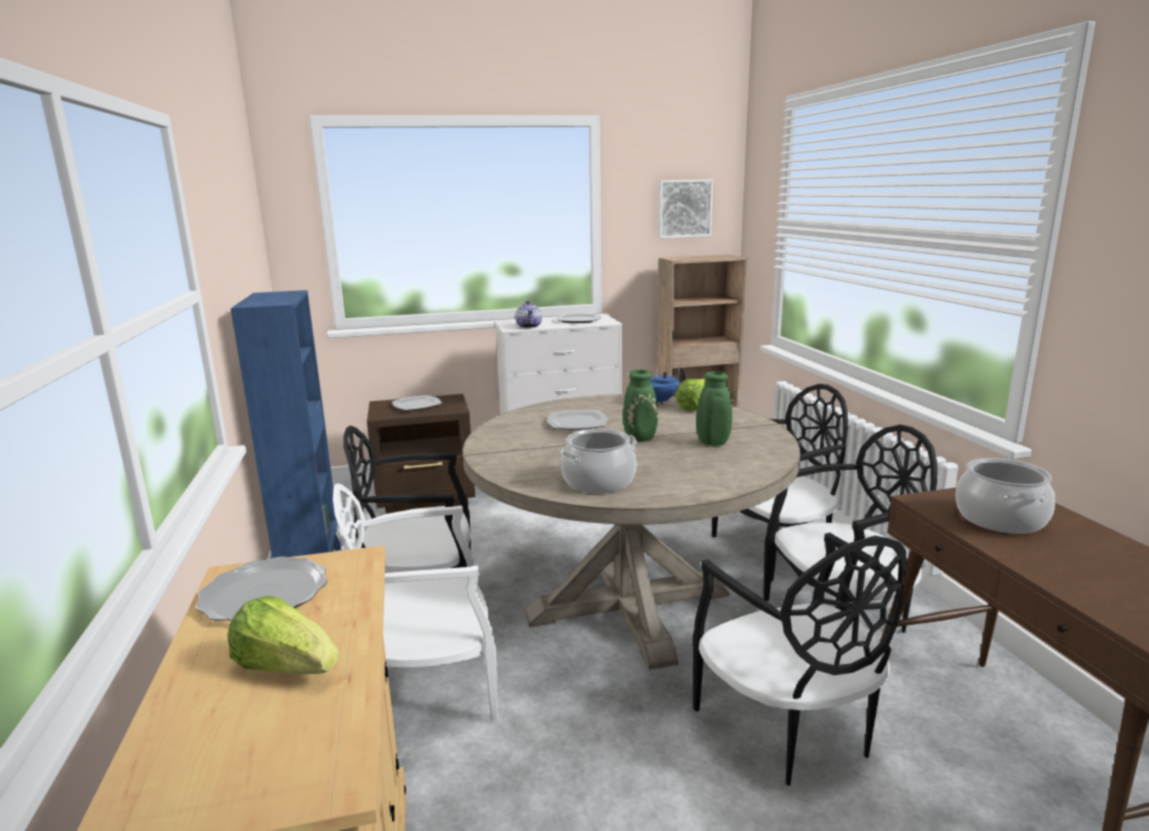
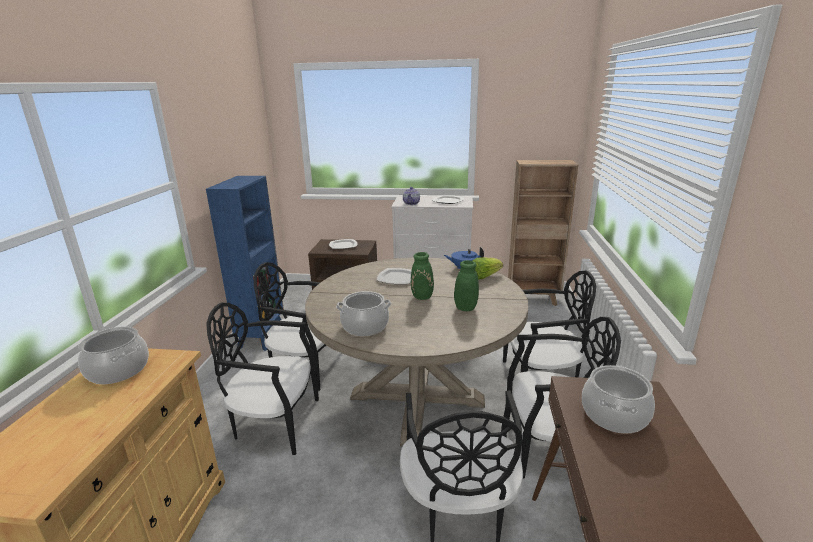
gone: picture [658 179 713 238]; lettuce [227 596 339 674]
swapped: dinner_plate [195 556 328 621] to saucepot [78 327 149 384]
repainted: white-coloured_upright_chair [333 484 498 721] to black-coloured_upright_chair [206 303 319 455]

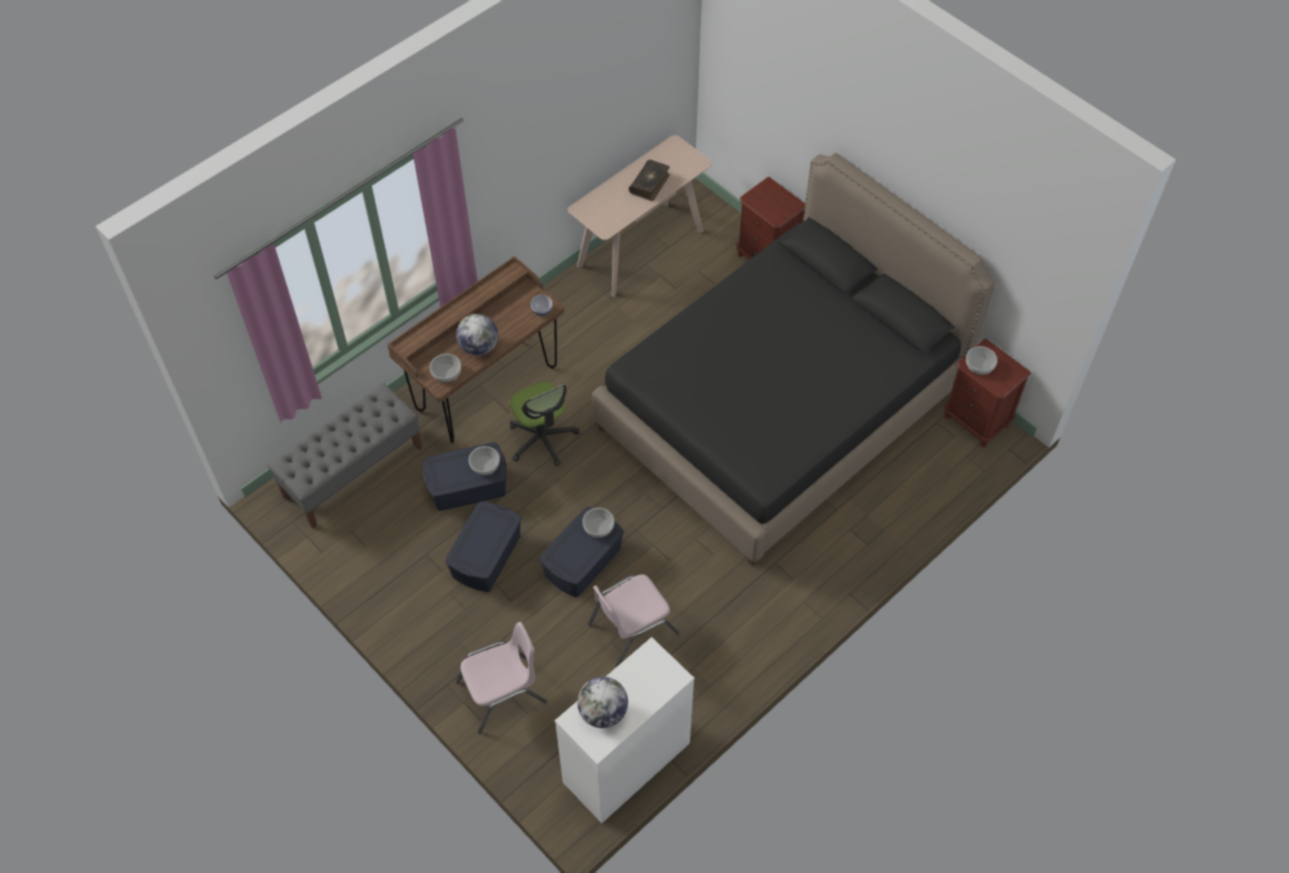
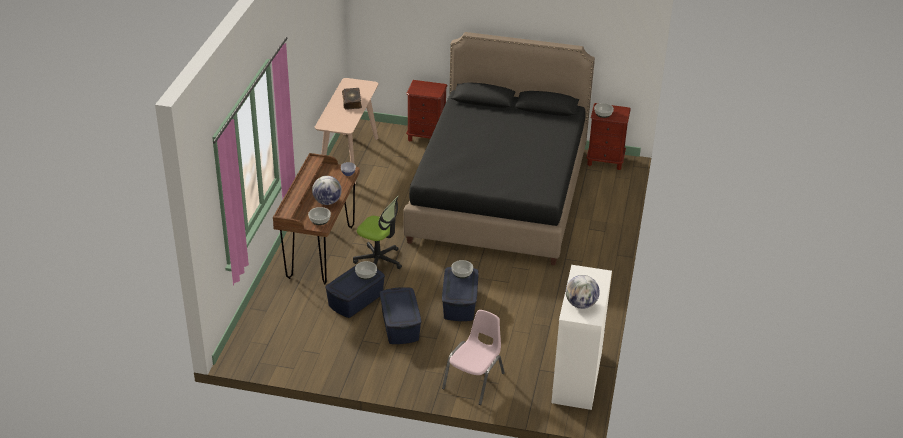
gone: gray_long_seat [267 383 422 529]; pink_upright_chair [588 574 679 667]

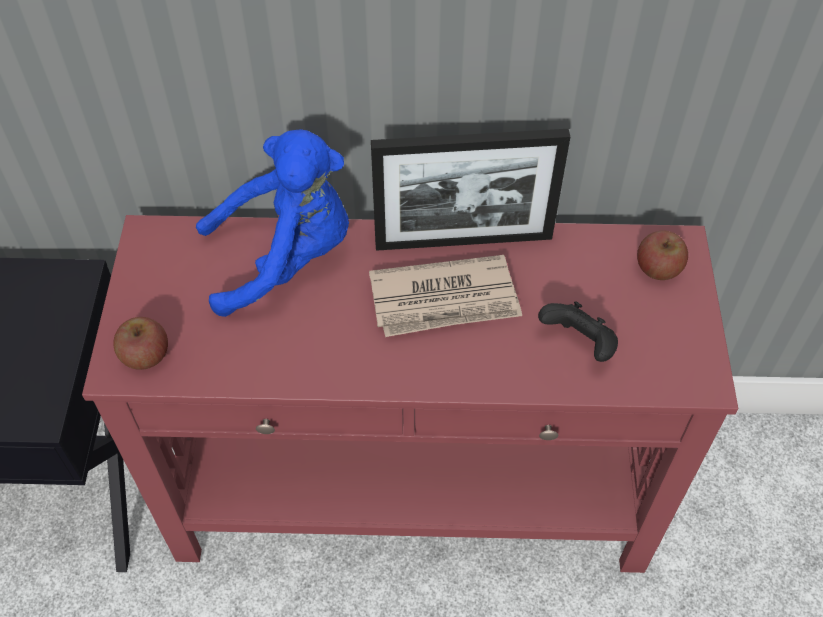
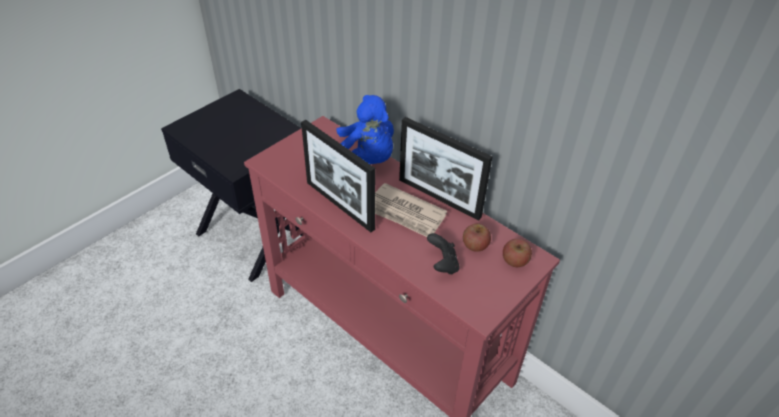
new: standing_frame [301 120 375 232]
shifted: apple [113 317 168 370] to [463 224 491 252]

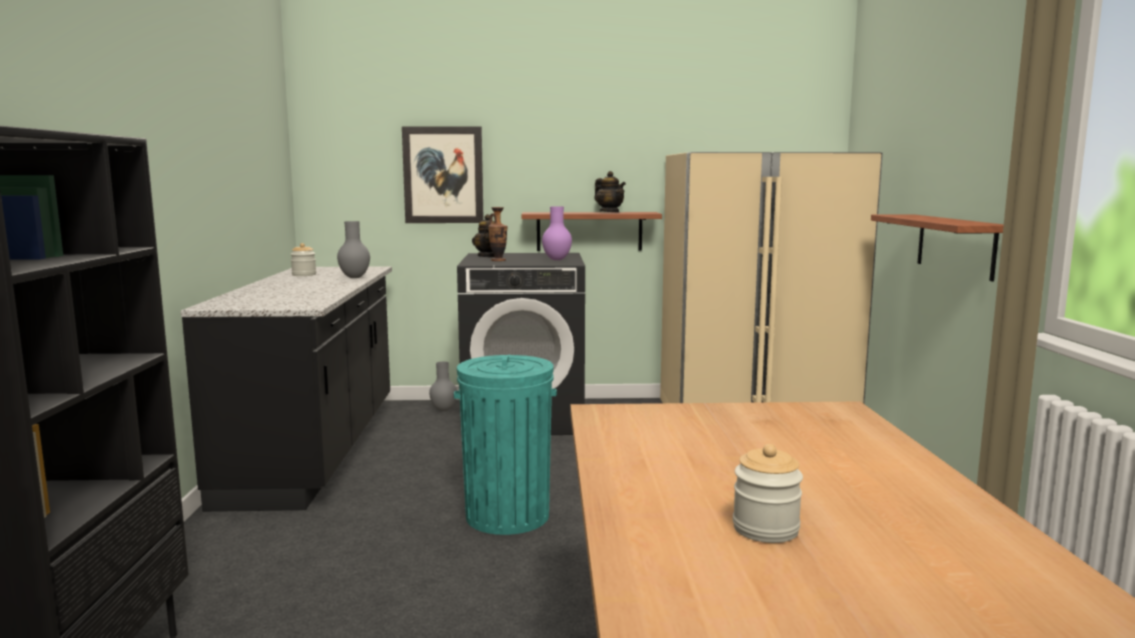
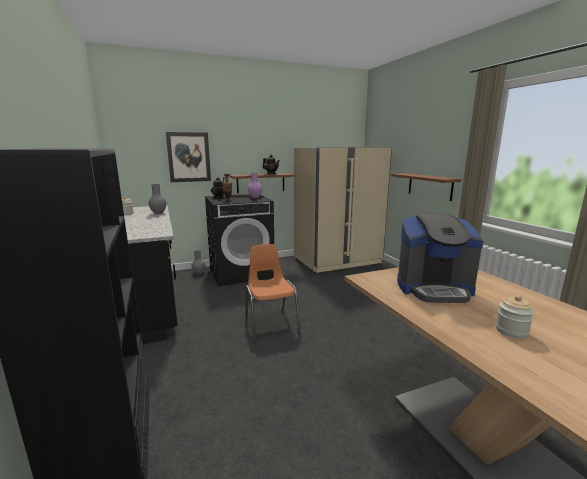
new: coffee_machine [397 213 483 303]
swapped: turquoise-coloured_rubbish_bin [454 355 557 535] to orange_upright_chair [245 244 301 342]

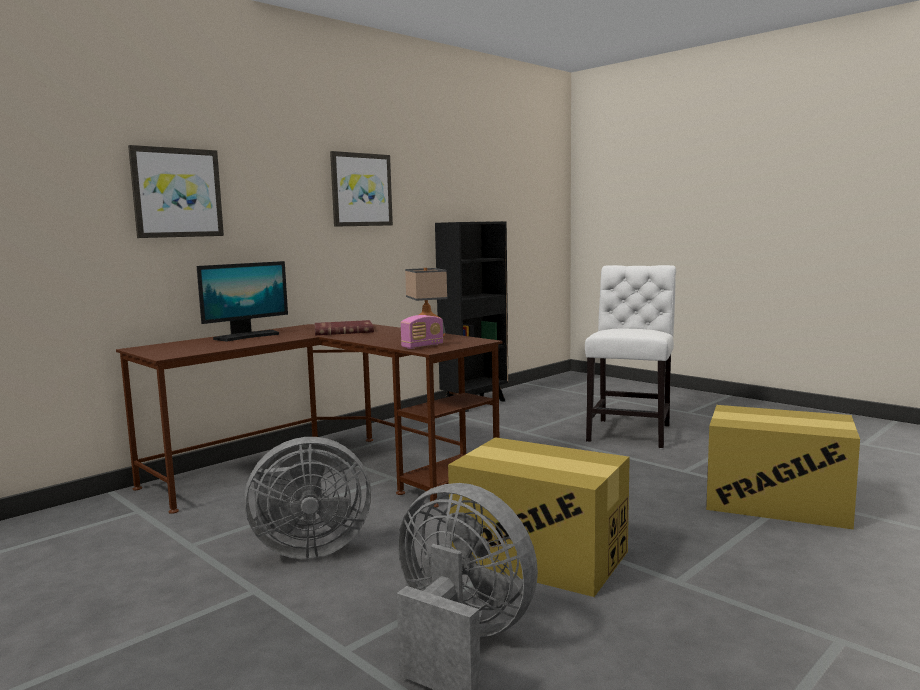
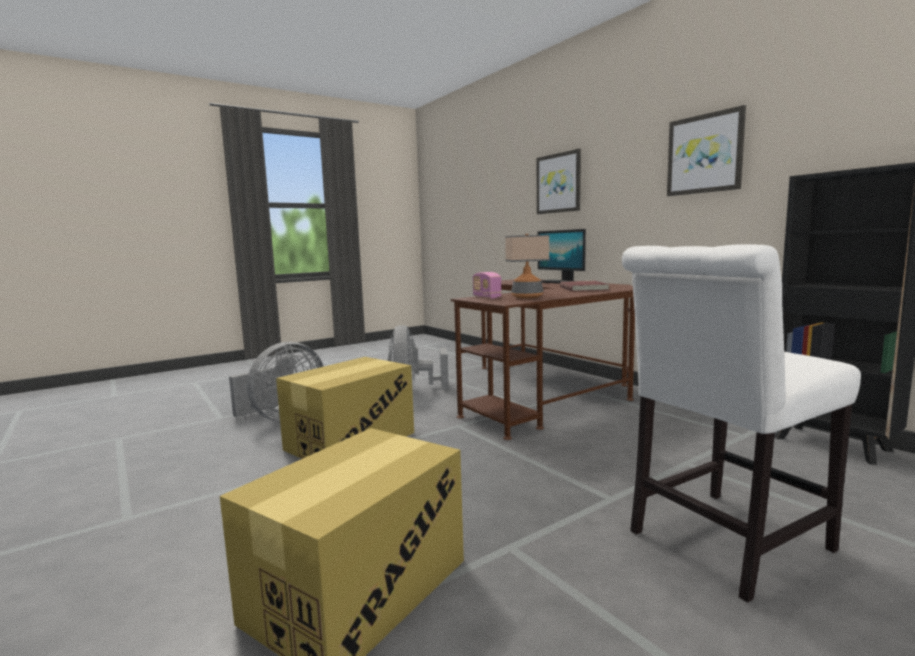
rotated: white-coloured_upright_chair [585 265 676 448] = [622 244 861 603] 120 degrees clockwise

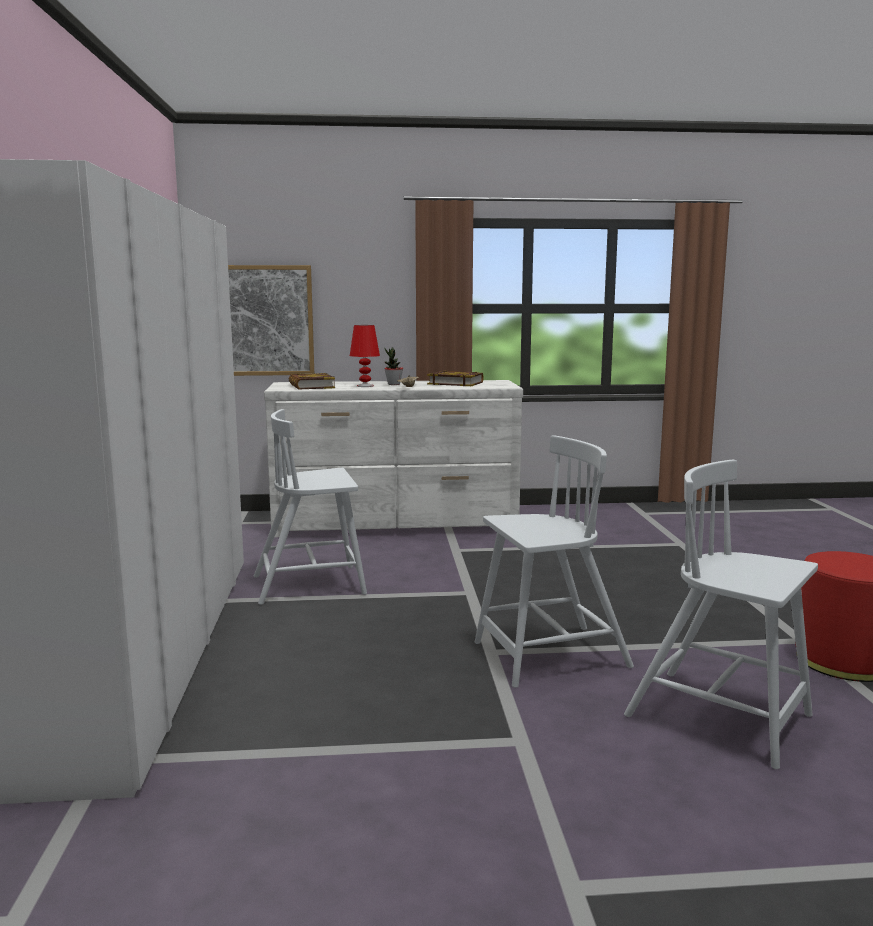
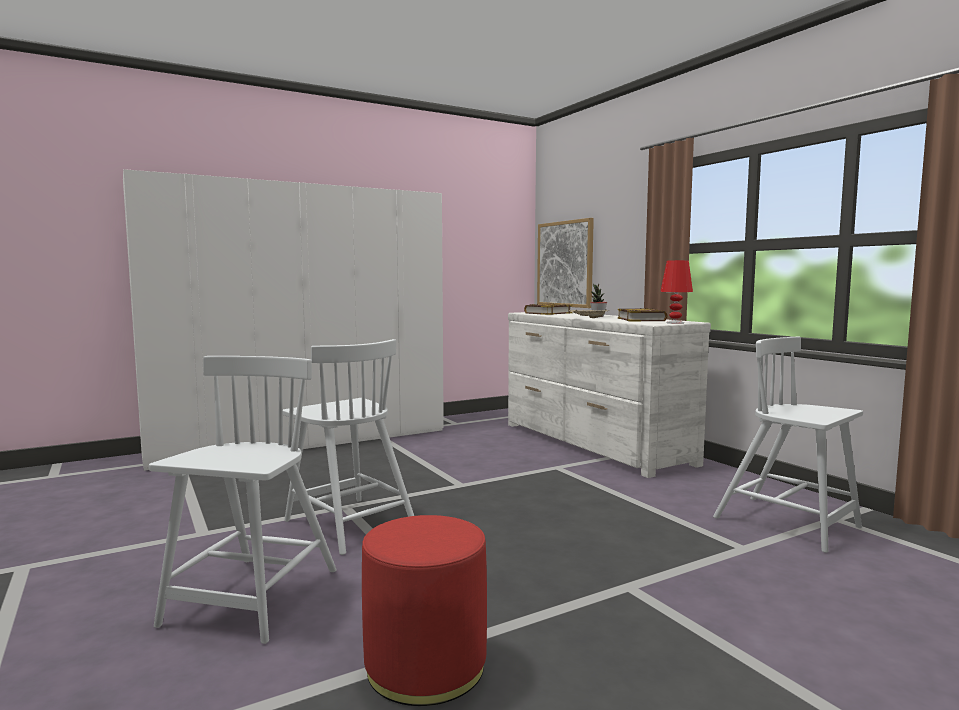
shifted: red-coloured_table_lamp [350 325 380 387] to [660 260 693 324]; white-coloured_upright_chair [253 409 367 605] to [713 337 863 553]

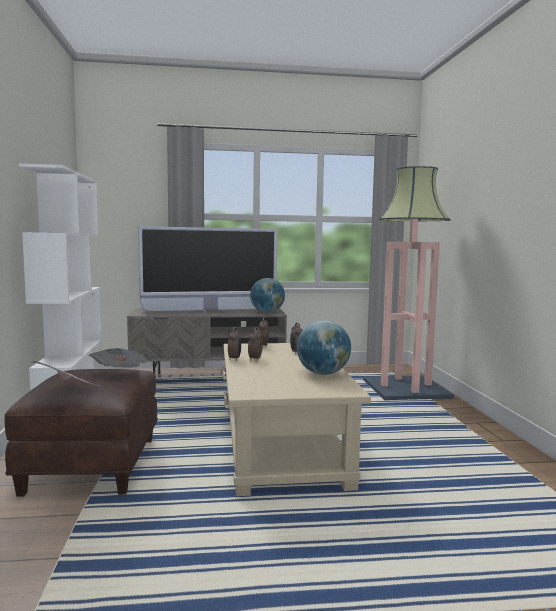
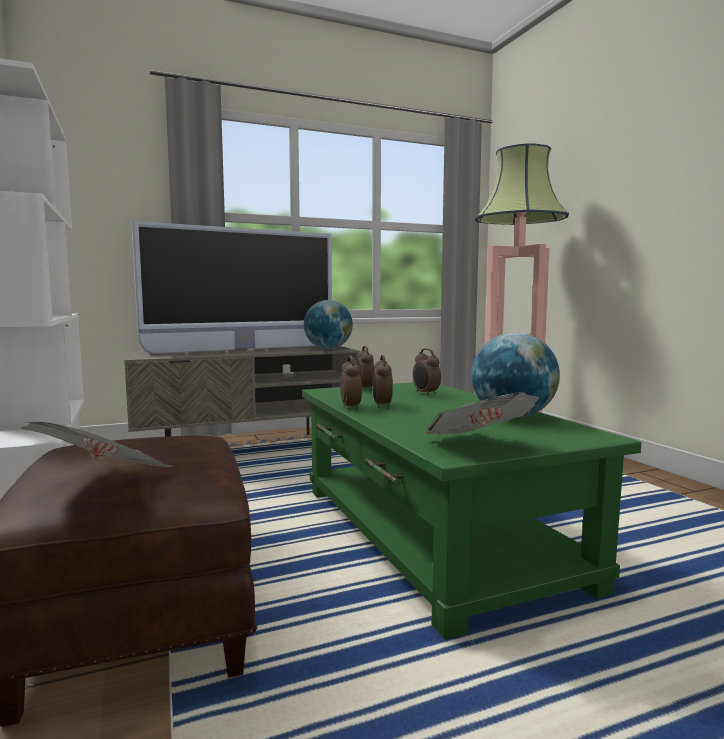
shifted: newspaper [89 348 148 368] to [425 392 539 435]
repainted: sand-coloured_coffee_table [222 343 371 496] to green-coloured_coffee_table [302 382 641 640]

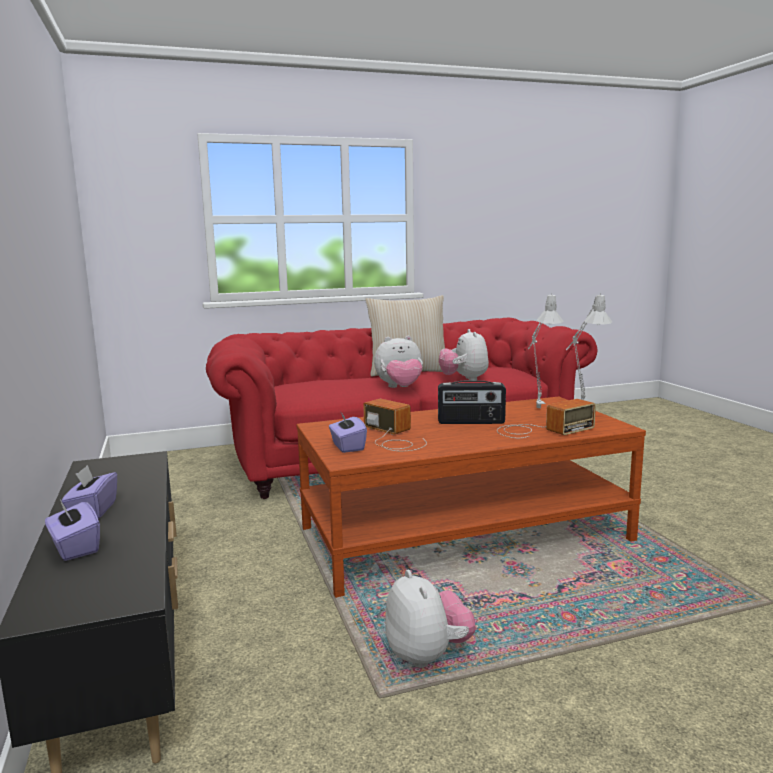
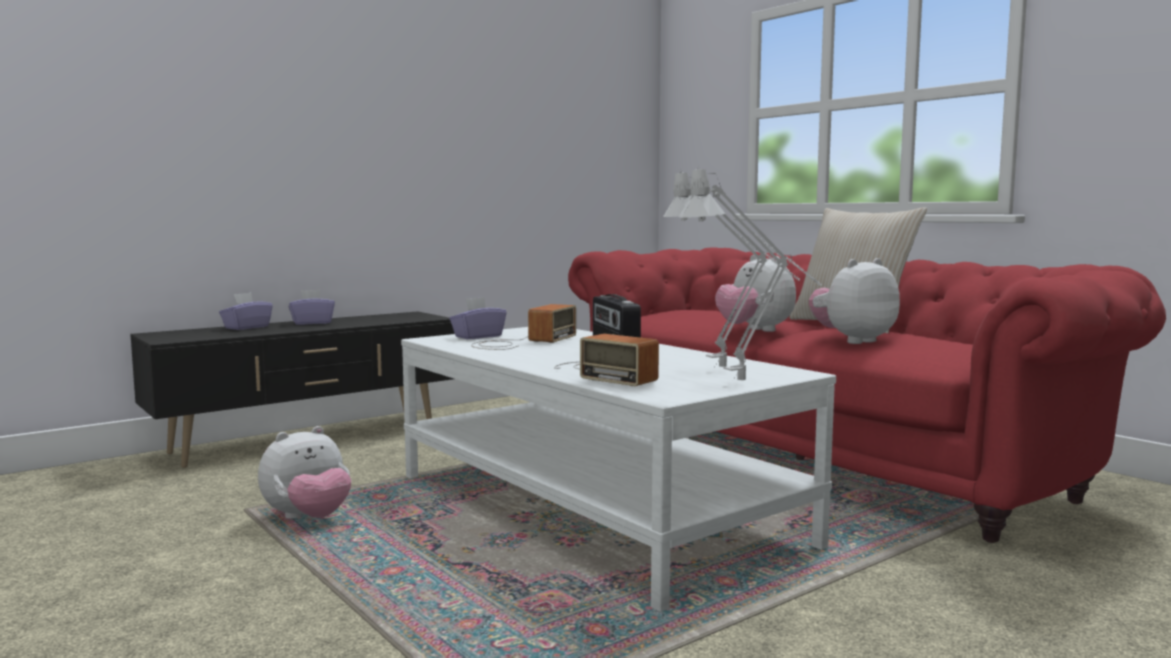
repainted: brown_coffee_table [296 396 646 598] to white-coloured_coffee_table [401 327 836 611]

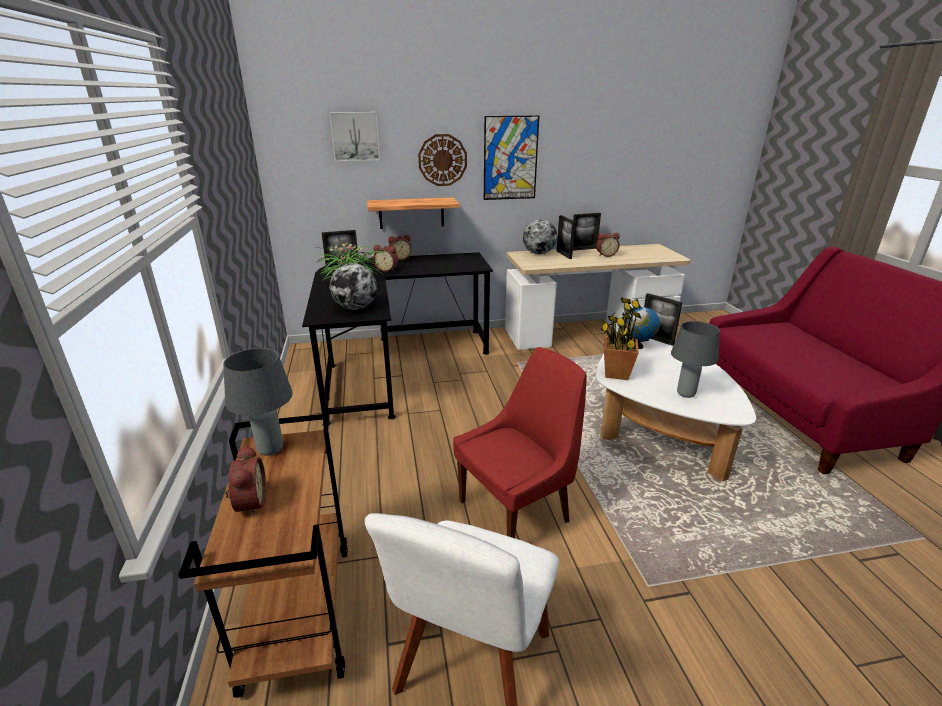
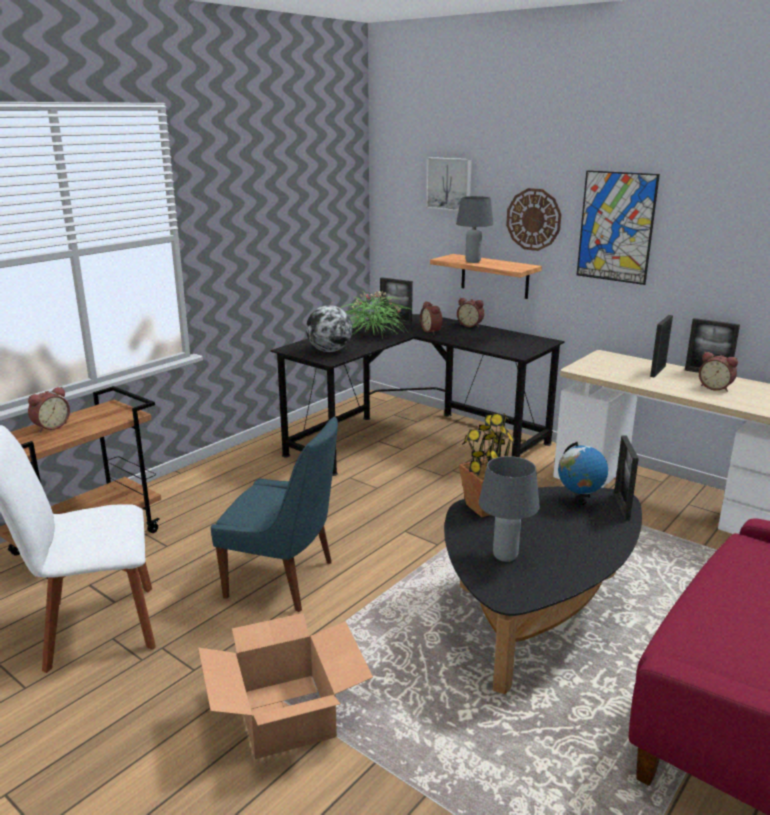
gone: world_globe [523 219 557 254]
new: cardboard_box [198 613 373 759]
shifted: gray_table_lamp [223 348 293 456] to [456 196 493 263]
repainted: white-coloured_coffee_table [596 336 756 481] to black-coloured_coffee_table [444 486 642 694]; red-coloured_upright_chair [453 347 587 538] to bluish_upright_chair [211 417 338 612]

